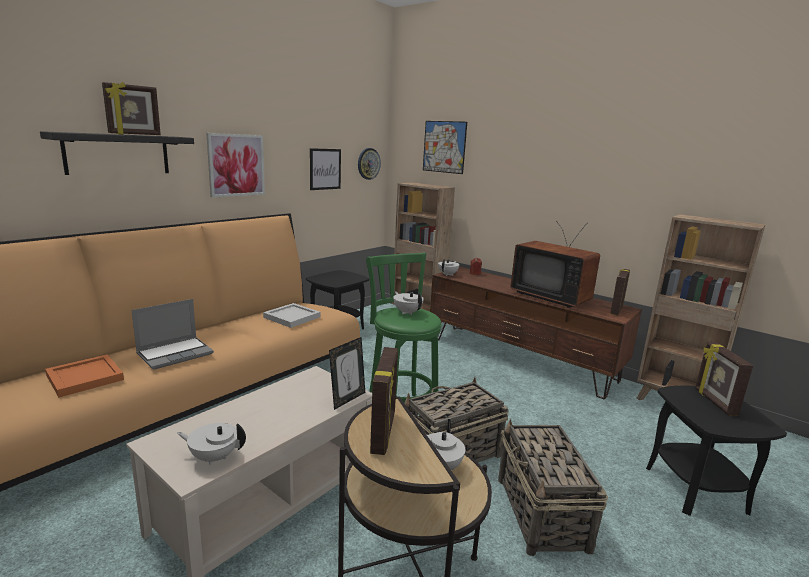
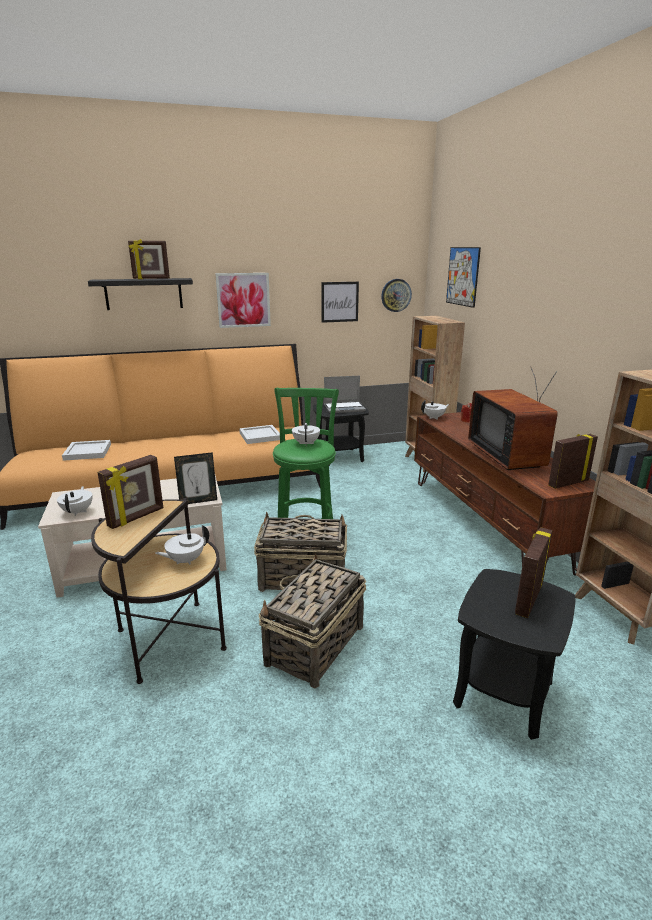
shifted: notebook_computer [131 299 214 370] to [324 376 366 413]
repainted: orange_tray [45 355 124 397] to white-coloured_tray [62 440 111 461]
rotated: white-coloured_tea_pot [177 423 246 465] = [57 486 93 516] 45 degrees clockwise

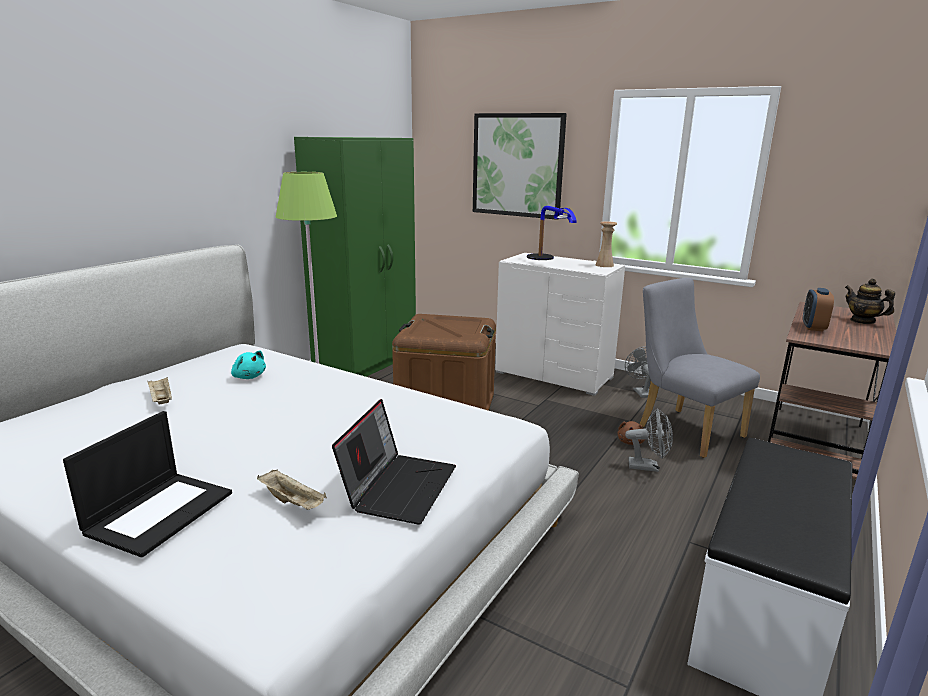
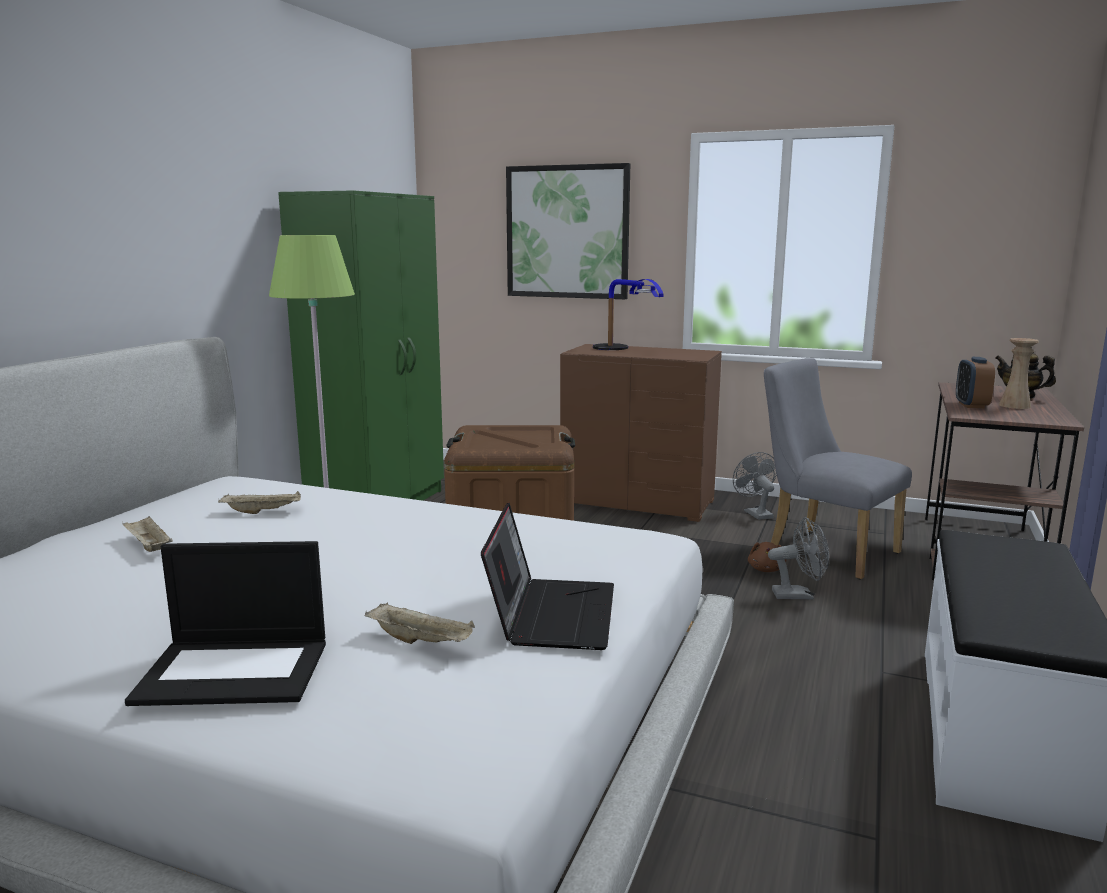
shifted: sand-coloured_vase [596 221 617 267] to [999 338 1039 409]
swapped: turquoise-coloured_soft_toy [231 350 266 379] to sand-coloured_tray [218 491 301 514]
repainted: white-coloured_dresser [495 253 625 396] to brown_dresser [560 344 722 522]
rotated: notebook_computer [63 411 232 558] = [125 541 326 706] 75 degrees clockwise

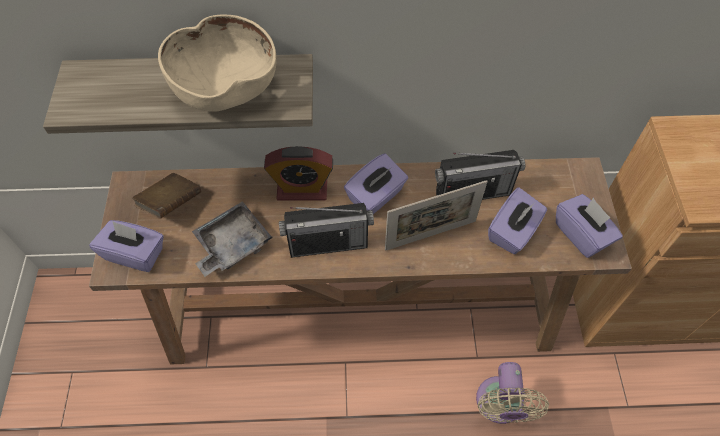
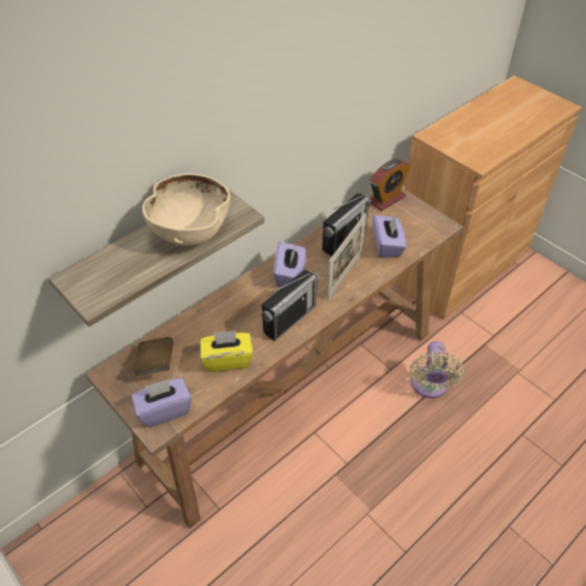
gone: purplish_tissue_box [556 194 623 258]
shifted: bedside_clock [264 146 333 201] to [370 159 411 211]
swapped: gray_tray [192 201 273 276] to yellow-coloured_tissue_box [200 331 253 372]
rotated: sand-coloured_fan [476 362 549 424] = [410 341 465 398] 45 degrees clockwise

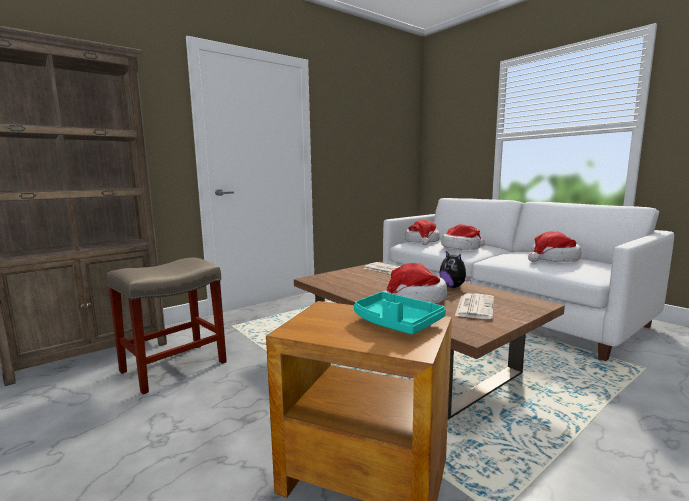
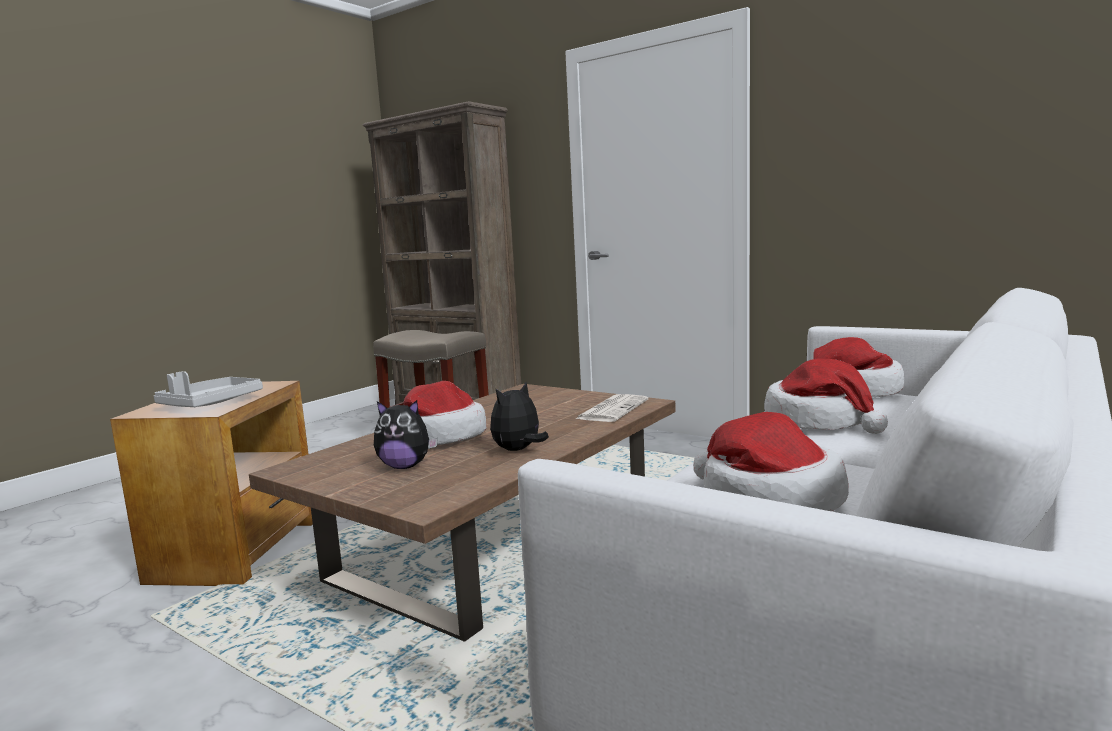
swapped: newspaper [455 293 494 319] to soft_toy [374 400 438 469]
repainted: turquoise-coloured_tray [354 292 446 335] to gray_tray [154 371 263 407]

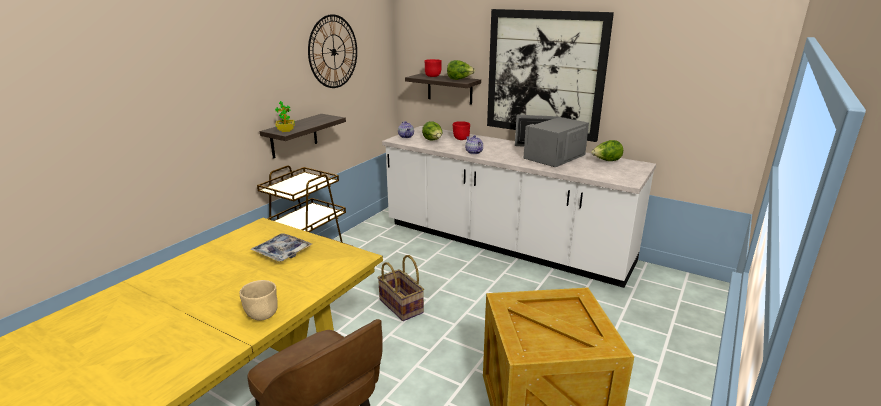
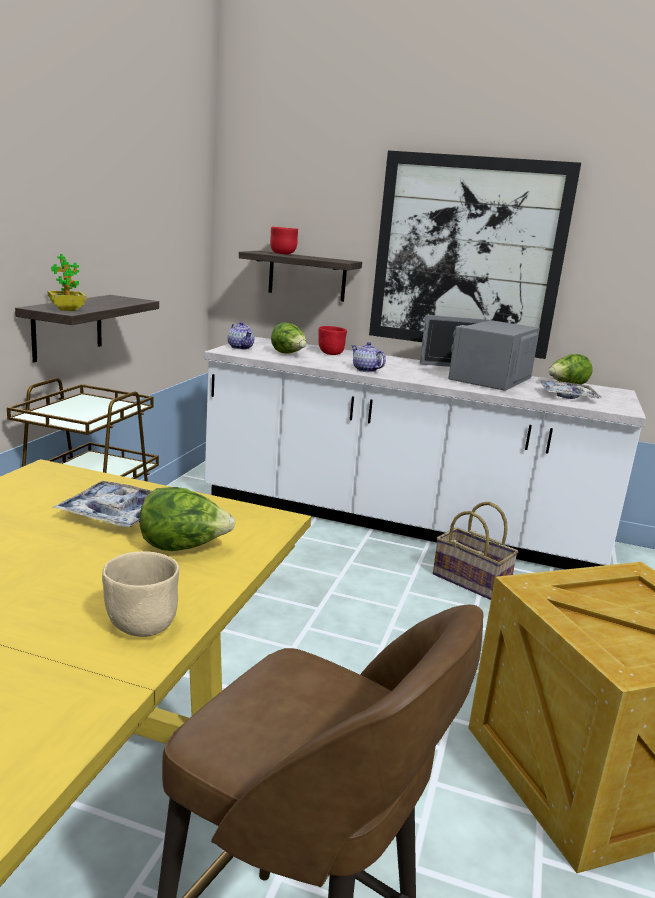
gone: clock_on_the_wall [308 14 357 88]
new: tray [539 380 601 399]
shifted: lettuce [447 60 475 80] to [140 487 235 551]; basket [377 255 424 321] to [433 502 518 600]

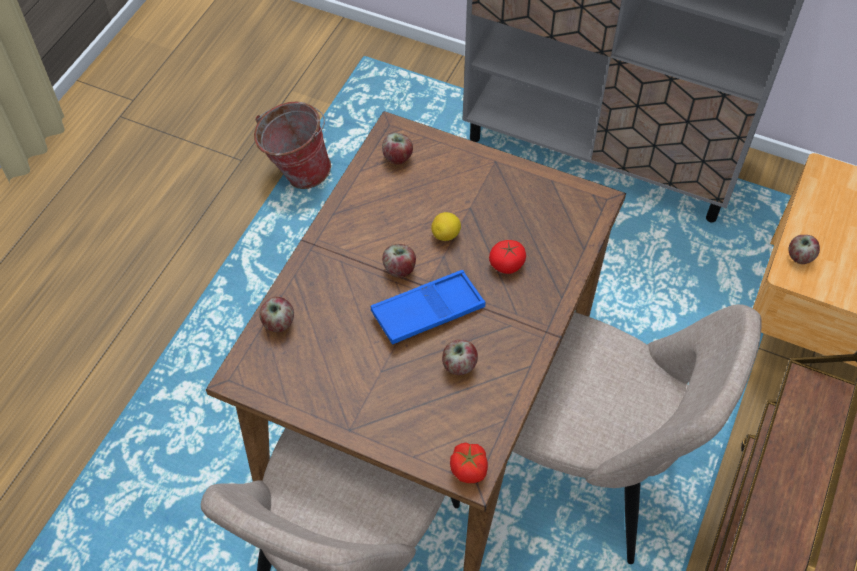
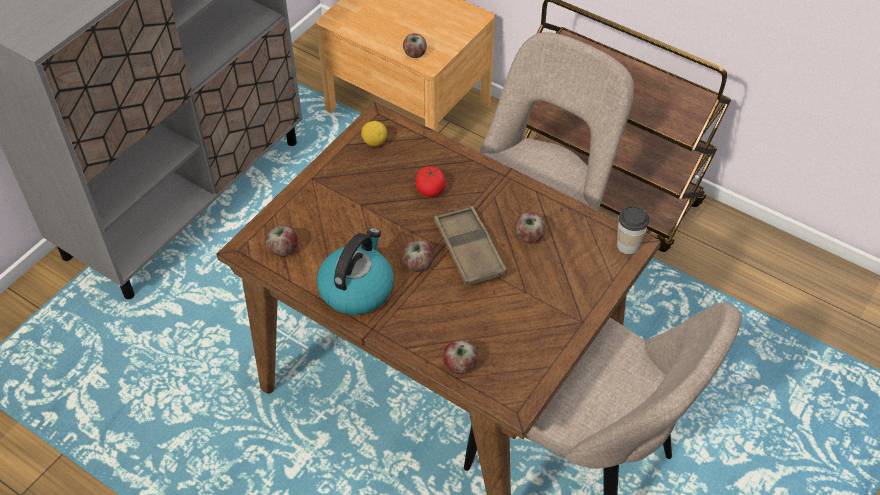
gone: bucket [254 101 331 189]
new: kettle [317 228 394 315]
shifted: whole_lemon [431 212 461 241] to [361 121 387 146]
swapped: tomato [450 443 488 483] to cup [617 206 649 254]
repainted: bluish_tray [371 270 486 345] to brown_tray [434 206 507 286]

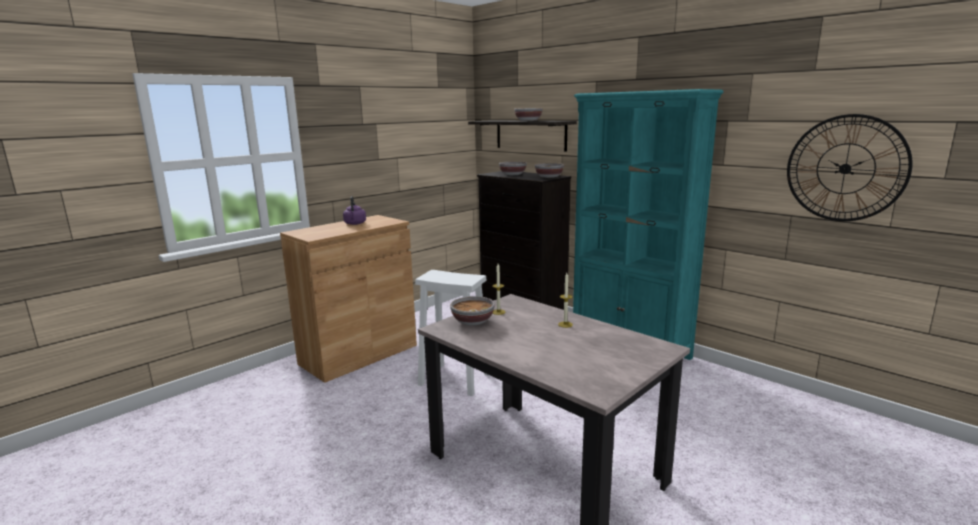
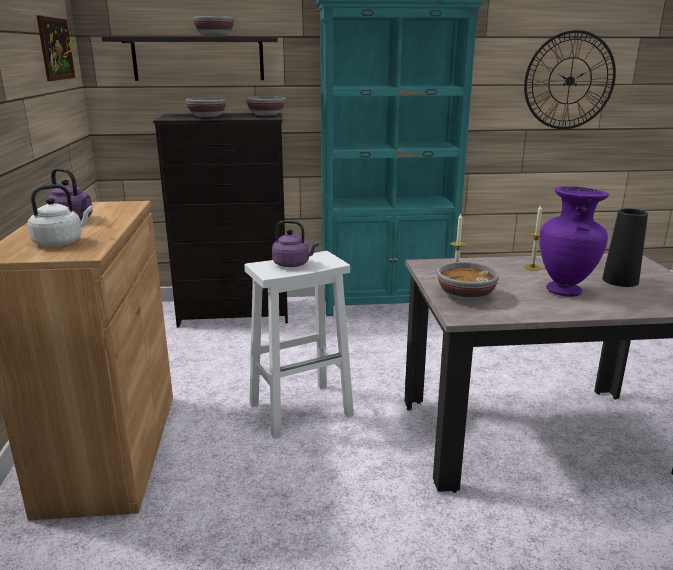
new: picture [37 16 76 81]; white-coloured_kettle [28 184 93 247]; purplish_vase [540 186 609 297]; black-coloured_vase [602 209 648 287]; purplish_kettle [272 220 319 267]

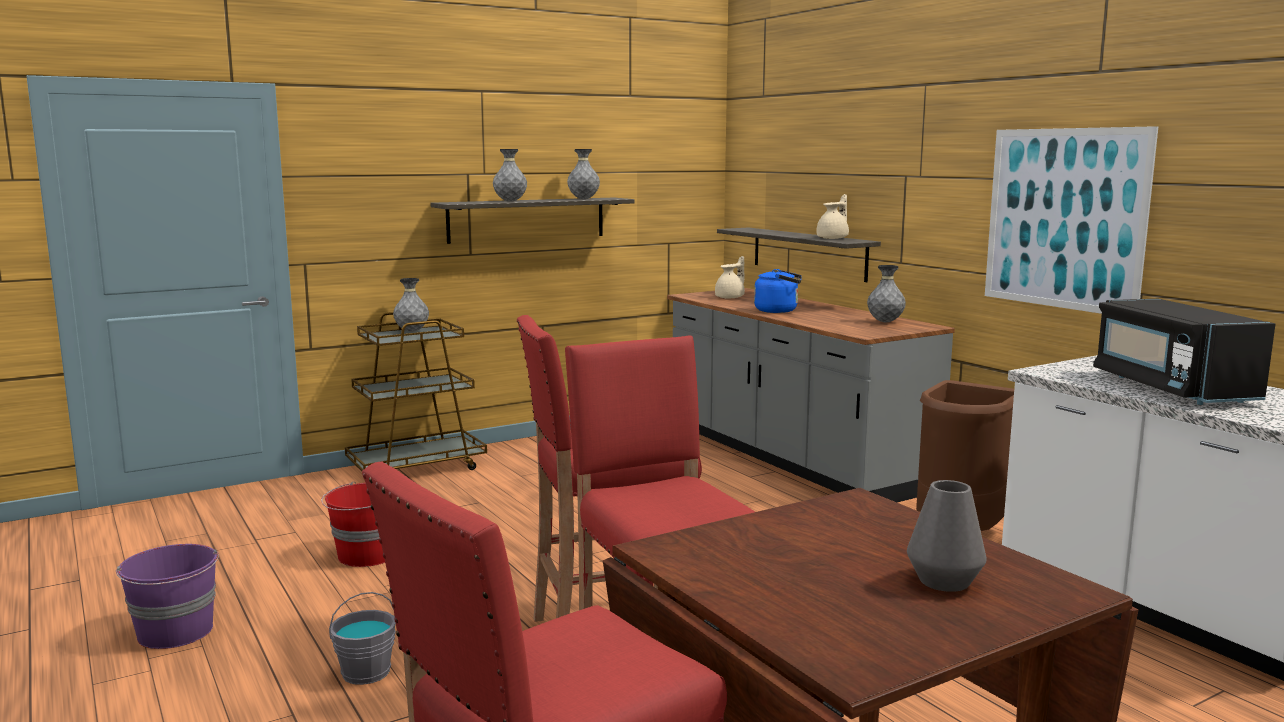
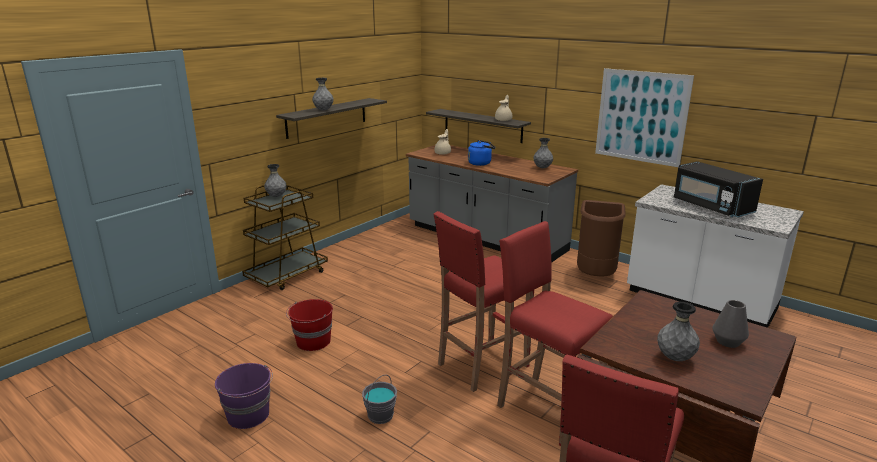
shifted: gray_vase [567 149 600 199] to [657 302 700 361]

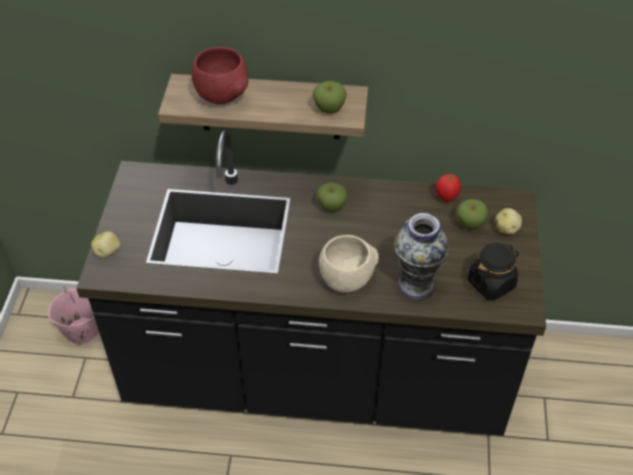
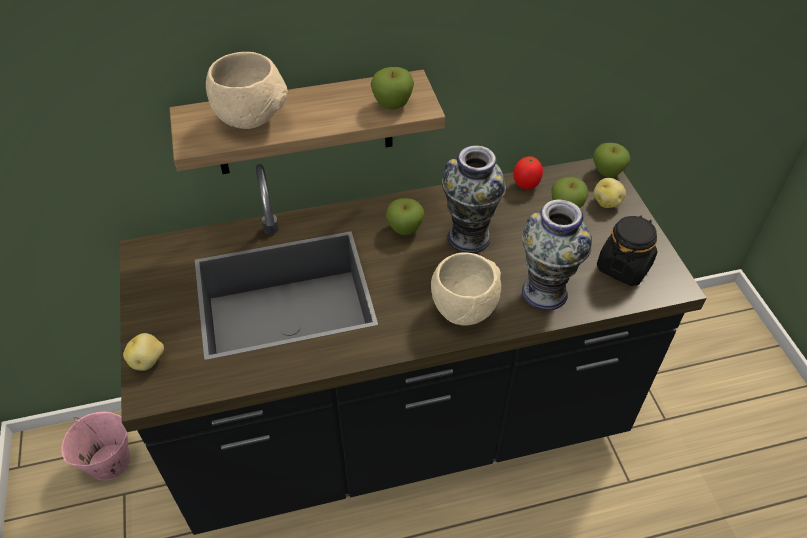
new: apple [593 143 630 177]; vase [442 145 506 253]
repainted: red-coloured_bowl [192 47 248 104] to sand-coloured_bowl [206 52 288 129]

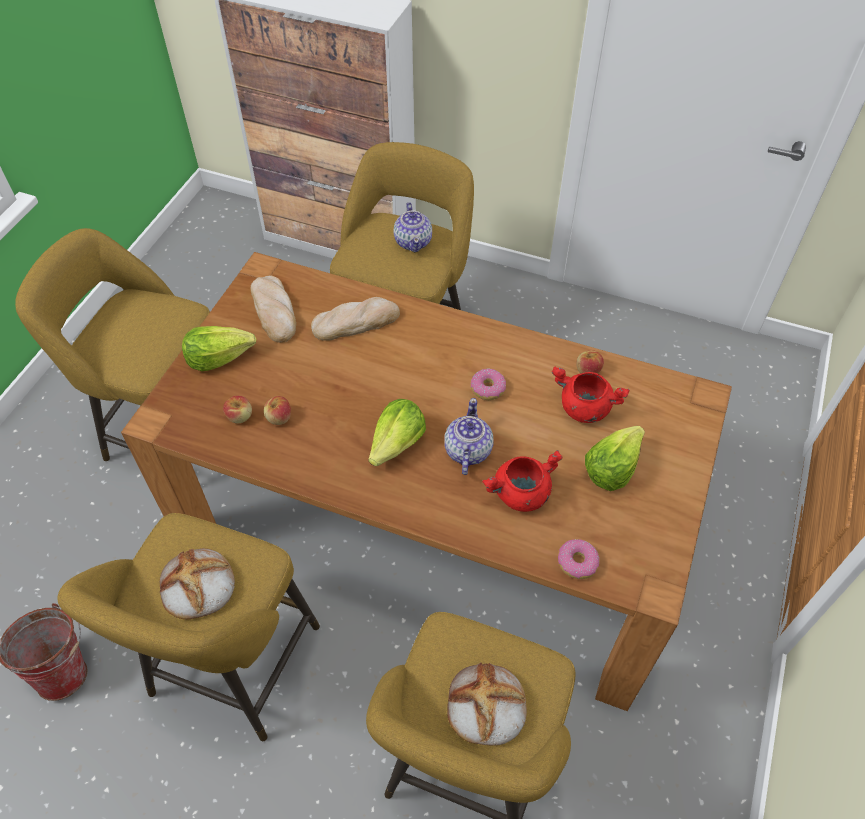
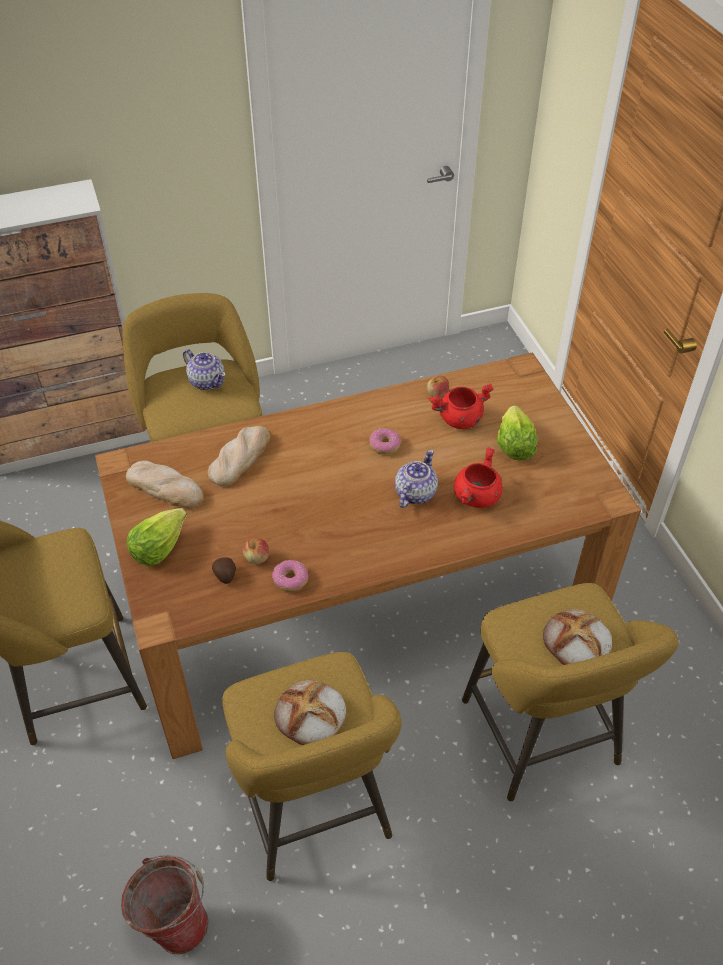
gone: lettuce [368 399 426 466]
shifted: doughnut [558 539 600 579] to [272 560 308 592]
swapped: apple [223 396 252 423] to whole_potato [212 557 236 584]
rotated: tea_pot [444 398 493 475] = [395 449 438 508] 60 degrees clockwise

